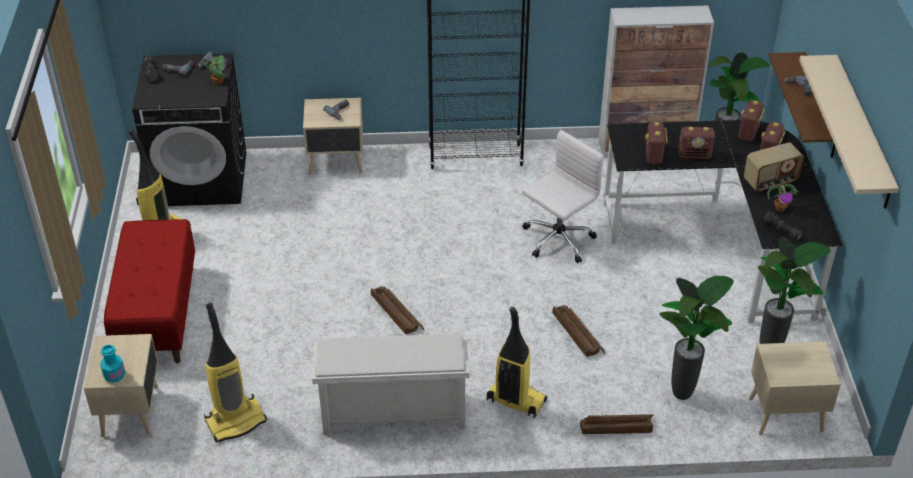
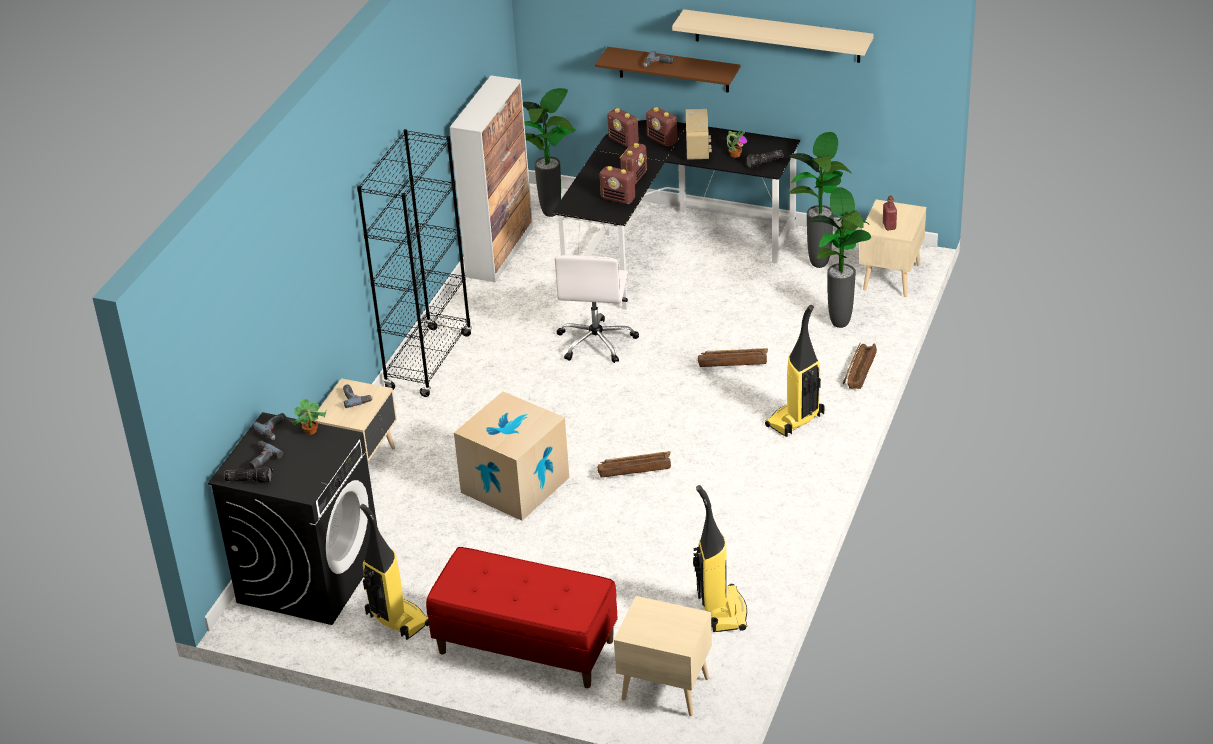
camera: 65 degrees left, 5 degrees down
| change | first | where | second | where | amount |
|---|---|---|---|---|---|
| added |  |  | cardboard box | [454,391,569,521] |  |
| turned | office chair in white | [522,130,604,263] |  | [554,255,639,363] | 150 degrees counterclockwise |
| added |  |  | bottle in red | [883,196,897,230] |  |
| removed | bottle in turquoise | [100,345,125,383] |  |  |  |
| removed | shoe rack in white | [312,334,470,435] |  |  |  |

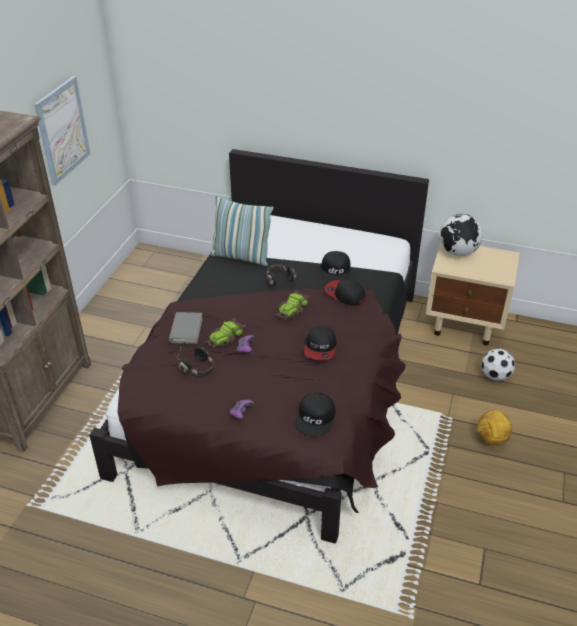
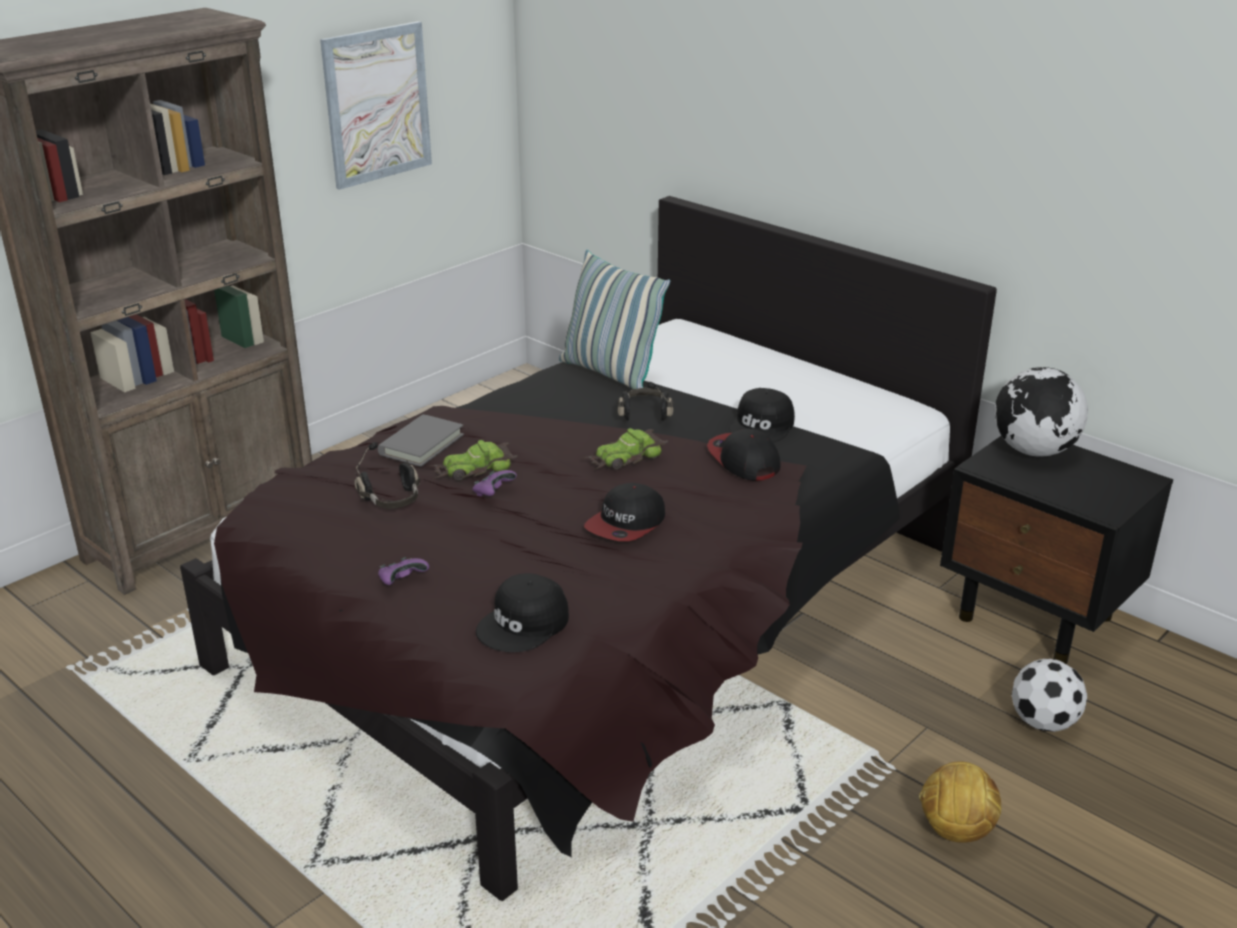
camera: 25 degrees right, 10 degrees down
| change | first | where | second | where | amount |
|---|---|---|---|---|---|
| recoloured | nightstand in beige | [426,243,520,345] | nightstand in black | [940,436,1173,664] |  |

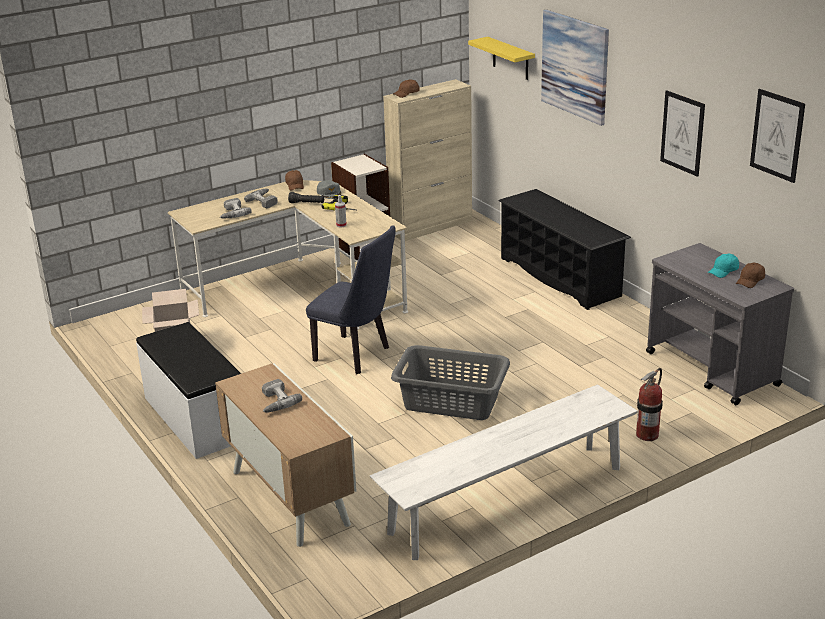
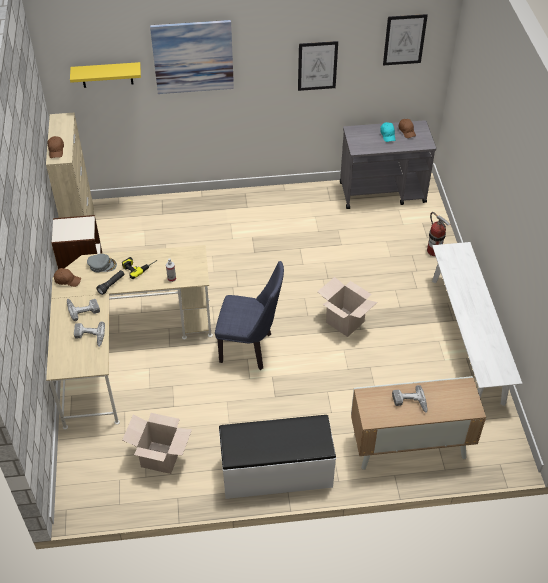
camera: 65 degrees left, 20 degrees up
| change | first | where | second | where | amount |
|---|---|---|---|---|---|
| turned | chair in blue | [306,226,396,374] |  | [215,261,284,370] | 45 degrees clockwise |
| replaced | laundry basket in grey | [391,345,510,420] | cardboard box | [317,277,378,337] |  |
| removed | shoe rack in black | [498,189,631,310] |  |  |  |

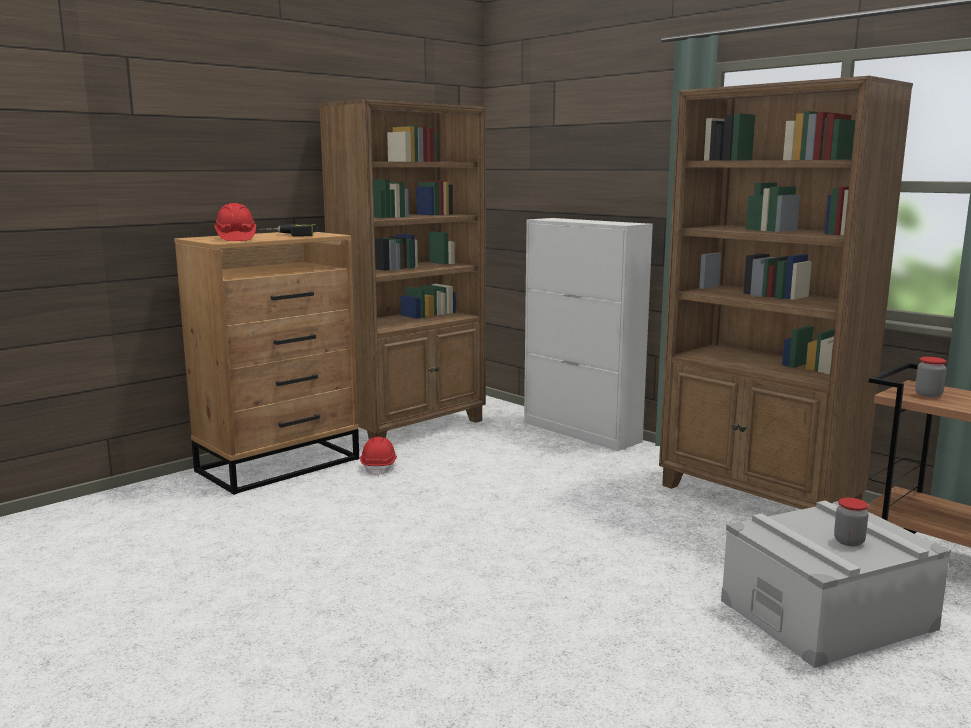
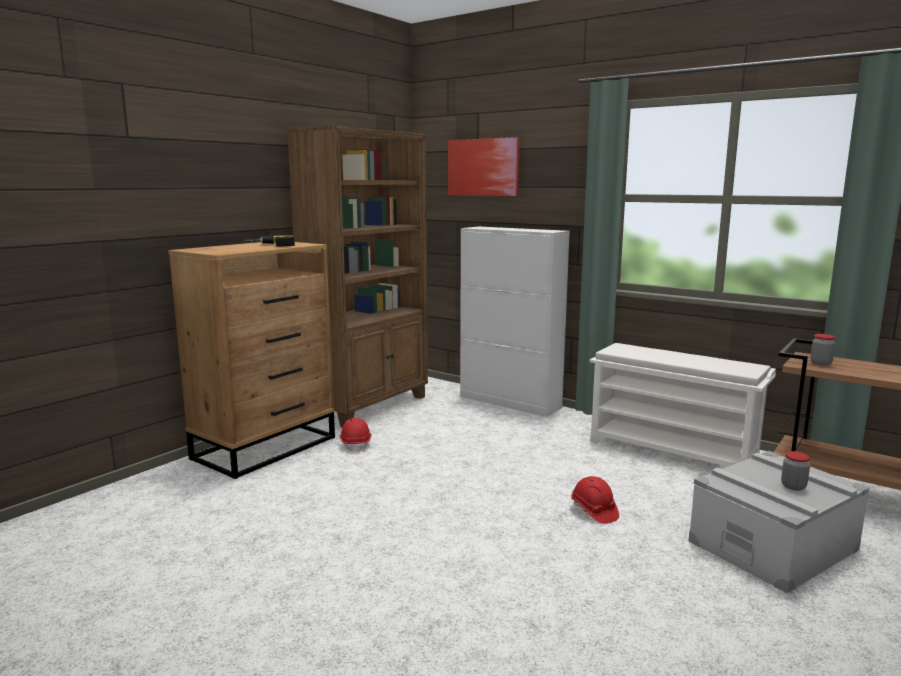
camera: 10 degrees left, 0 degrees up
| change | first | where | second | where | amount |
|---|---|---|---|---|---|
| added |  |  | picture | [448,137,520,196] |  |
| moved | hard hat in red | [214,203,256,241] |  | [571,476,619,524] |  |
| replaced | bookcase in brown | [659,76,913,509] | shoe rack in white | [590,343,776,467] |  |

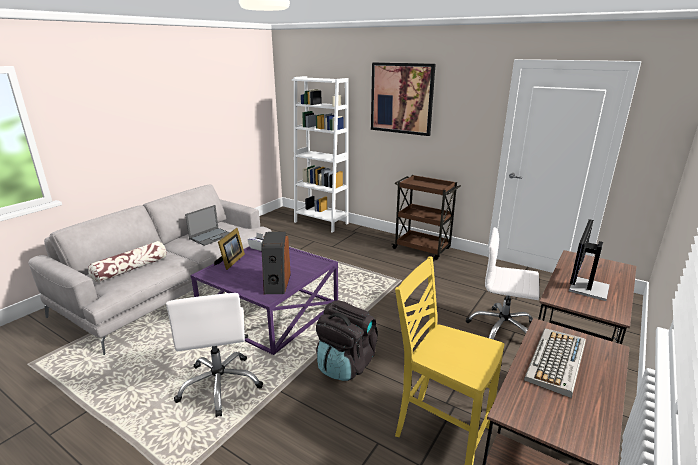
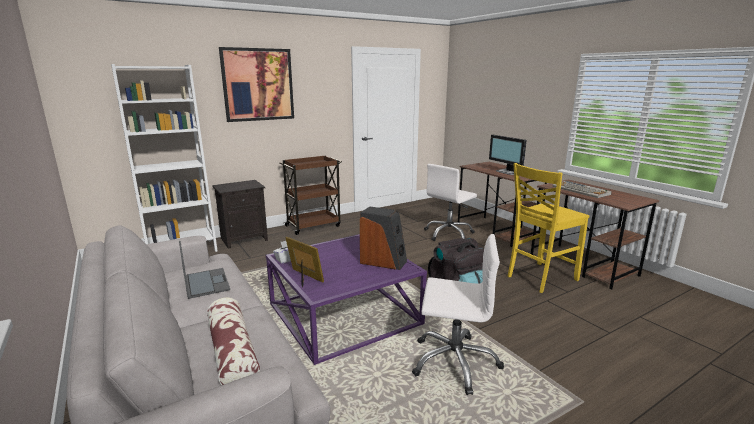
camera: 65 degrees left, 5 degrees down
| change | first | where | second | where | amount |
|---|---|---|---|---|---|
| added |  |  | nightstand in black | [212,180,268,249] |  |

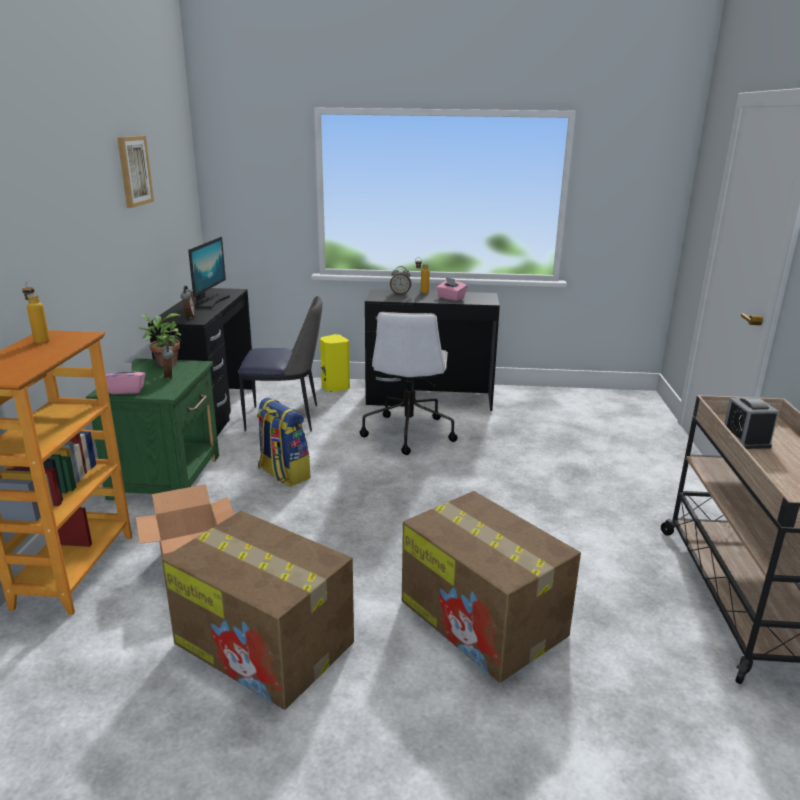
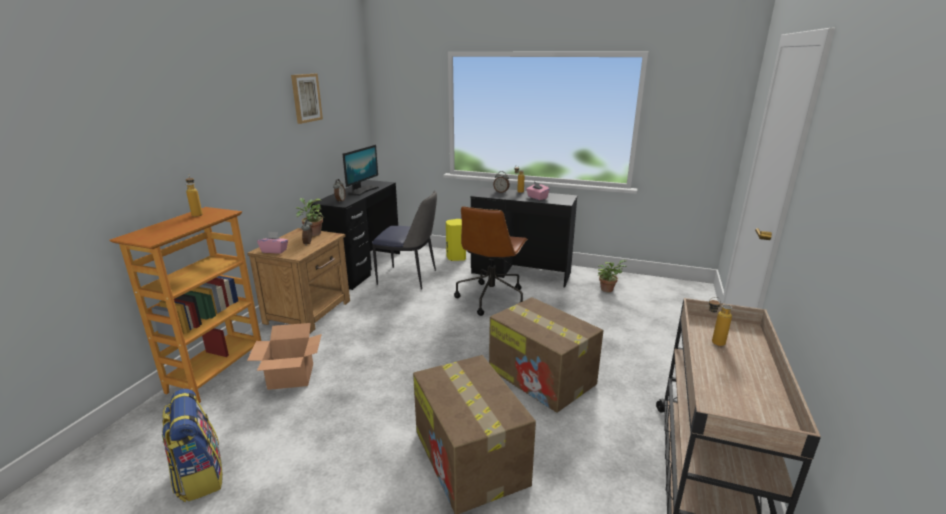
camera: 15 degrees right, 0 degrees up
| change | first | where | second | where | amount |
|---|---|---|---|---|---|
| moved | backpack | [257,398,311,487] |  | [162,389,223,503] |  |
| recoloured | nightstand in green | [86,358,219,500] | nightstand in brown | [247,228,350,333] |  |
| recoloured | office chair in white | [360,312,458,455] | office chair in brown | [454,206,528,316] |  |
| moved | cardboard box | [162,511,354,710] |  | [489,297,604,413] |  |
| added |  |  | potted plant | [597,260,626,292] |  |
| replaced | alarm clock | [724,397,779,449] | bottle | [709,297,732,346] |  |

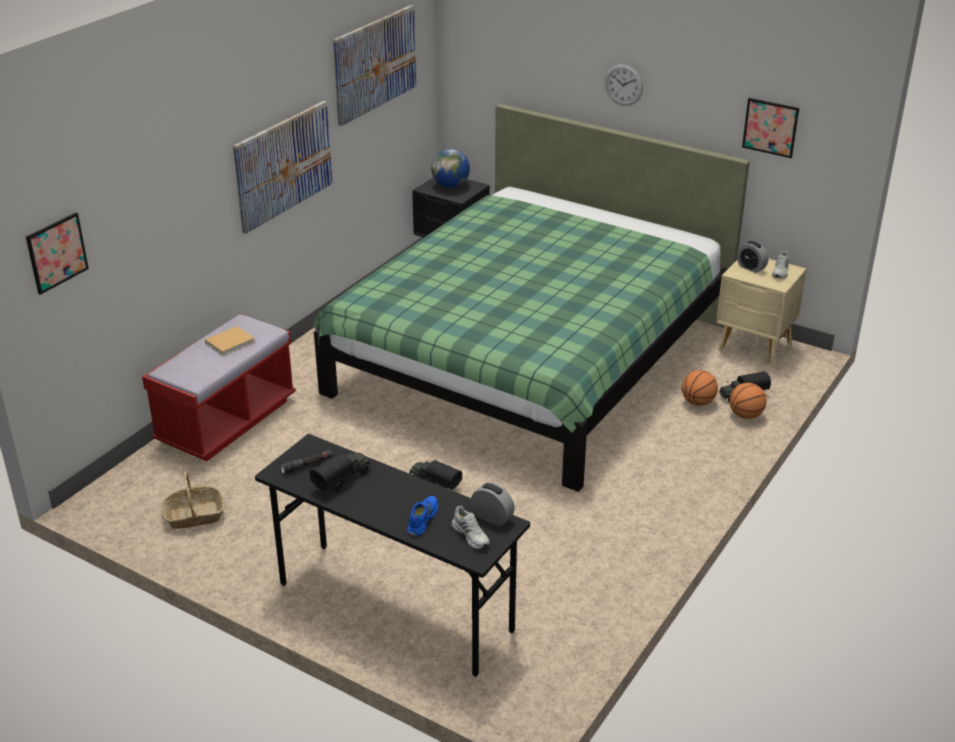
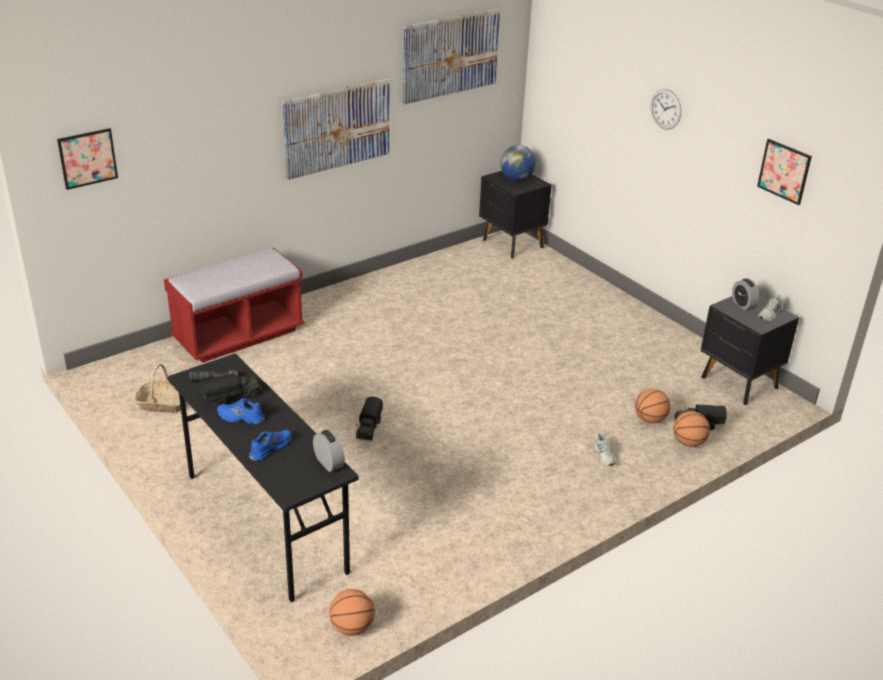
camera: 20 degrees right, 0 degrees up
| change | first | where | second | where | amount |
|---|---|---|---|---|---|
| added |  |  | shoe in blue | [217,398,265,424] |  |
| added |  |  | basketball | [329,589,375,636] |  |
| turned | toy truck | [409,460,463,490] |  | [356,397,383,441] | 135 degrees counterclockwise |
| moved | shoe in white | [452,506,489,549] |  | [593,433,616,466] |  |
| recoloured | nightstand in beige | [716,258,807,367] | nightstand in black | [701,296,799,405] |  |
| removed | book in beige | [205,326,255,355] |  |  |  |
| removed | bed in green | [313,104,750,492] |  |  |  |

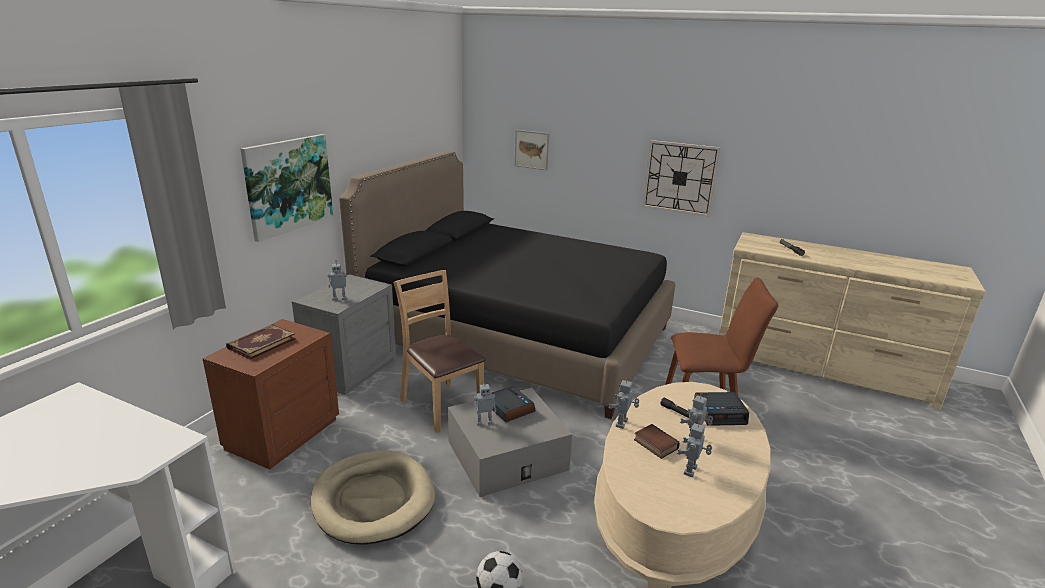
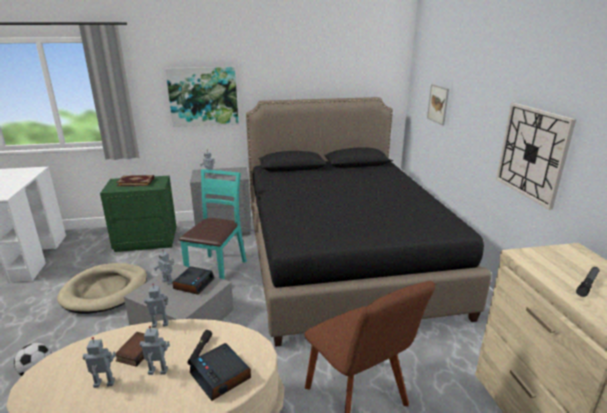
camera: 55 degrees right, 0 degrees up
| change | first | where | second | where | amount |
|---|---|---|---|---|---|
| recoloured | nightstand in brown | [202,319,339,470] | nightstand in green | [100,176,177,252] |  |
| recoloured | chair in brown | [394,270,486,433] | chair in turquoise | [179,169,247,280] |  |

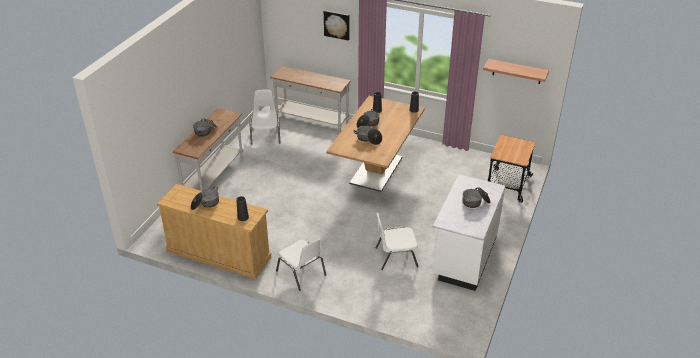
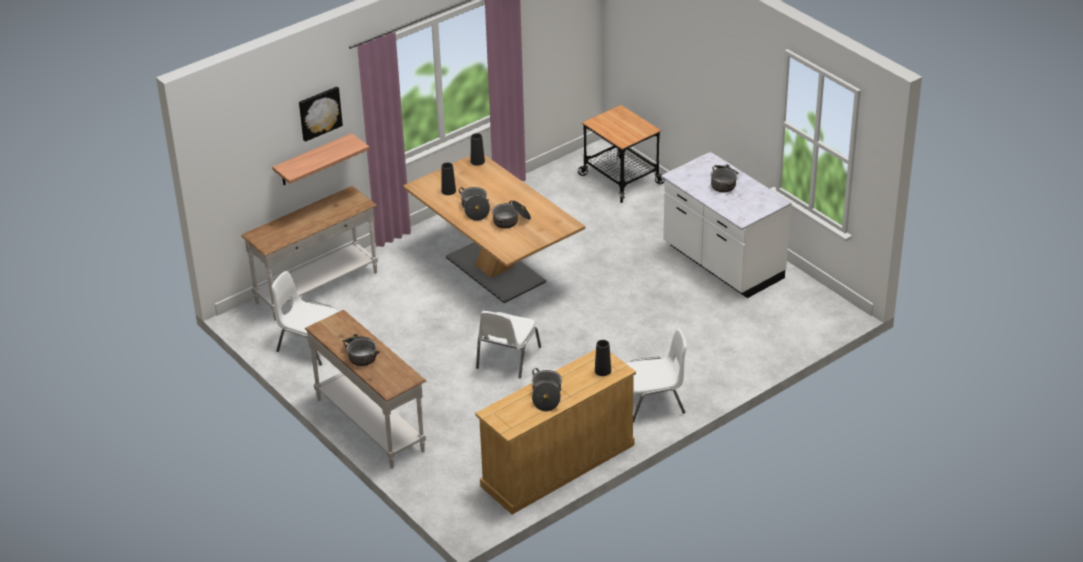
camera: 60 degrees left, 0 degrees up
| change | first | where | second | where | amount |
|---|---|---|---|---|---|
| moved | shelf | [483,59,549,84] |  | [272,133,369,185] |  |
| moved | chair in white | [376,213,419,270] |  | [476,311,541,379] |  |

